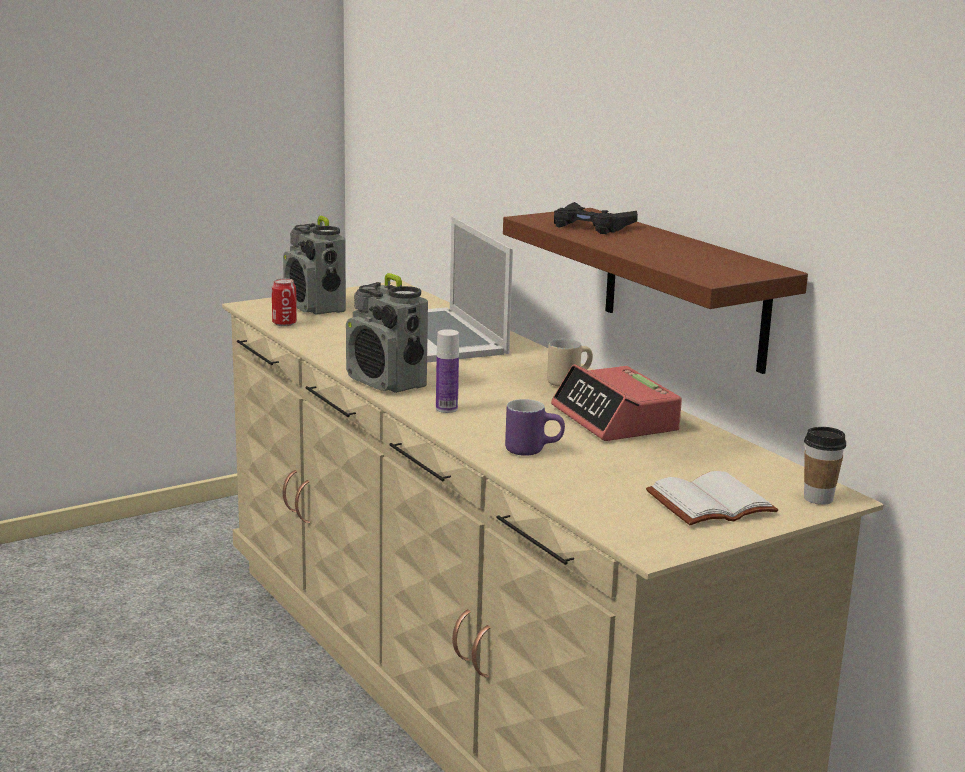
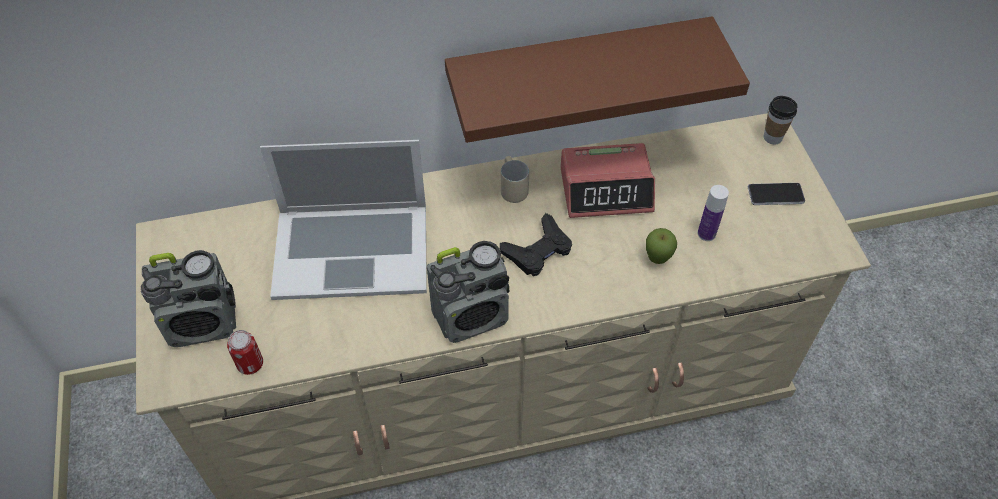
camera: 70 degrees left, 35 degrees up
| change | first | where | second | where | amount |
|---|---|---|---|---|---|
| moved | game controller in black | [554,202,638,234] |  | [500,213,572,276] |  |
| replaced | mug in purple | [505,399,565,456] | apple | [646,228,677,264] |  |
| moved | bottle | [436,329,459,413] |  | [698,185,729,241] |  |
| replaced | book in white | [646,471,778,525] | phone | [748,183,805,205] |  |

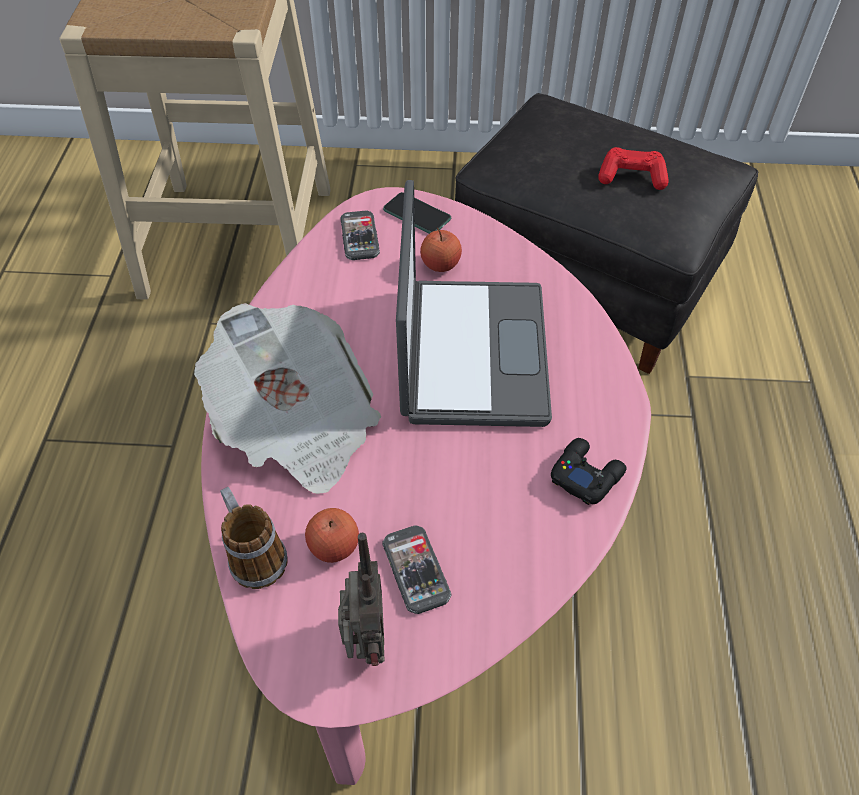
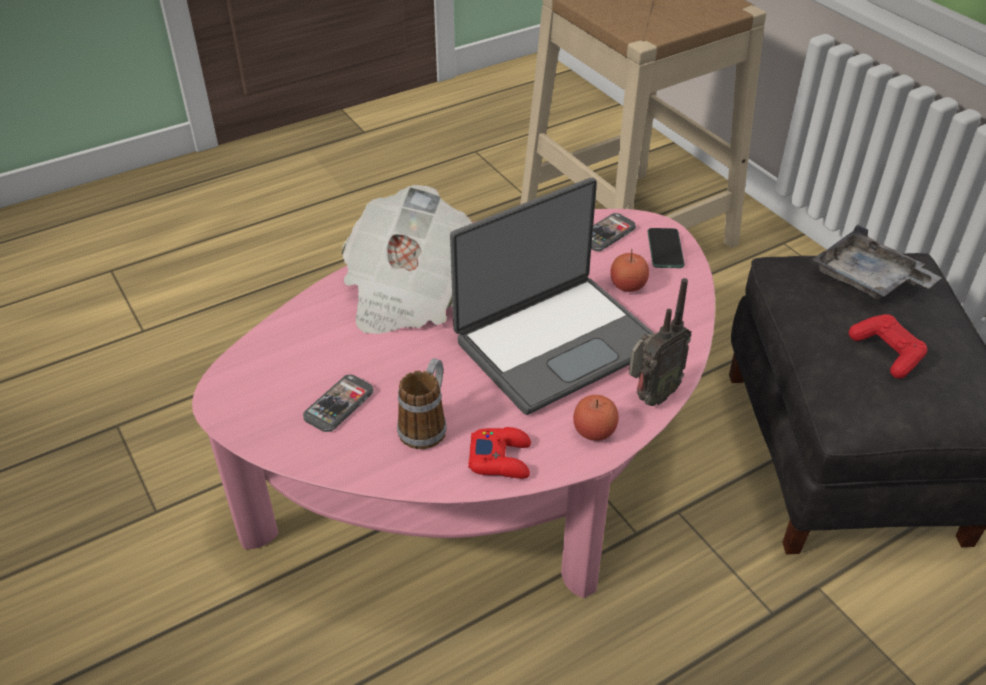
camera: 55 degrees right, 10 degrees down
| change | first | where | second | where | amount |
|---|---|---|---|---|---|
| moved | mug | [220,487,288,589] |  | [397,358,447,449] |  |
| recoloured | game controller in black | [551,438,627,505] | game controller in red | [468,427,531,479] |  |
| moved | apple | [305,508,359,563] |  | [573,395,619,441] |  |
| moved | radio | [338,533,384,666] |  | [629,278,692,406] |  |
| added |  |  | tray in grey | [812,224,942,300] |  |

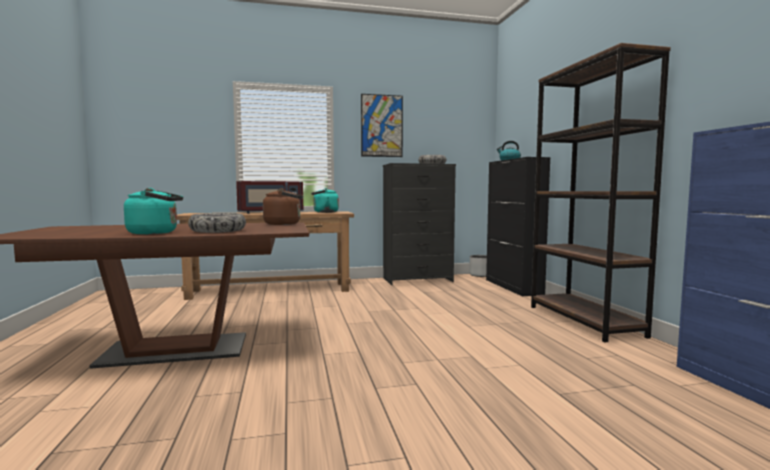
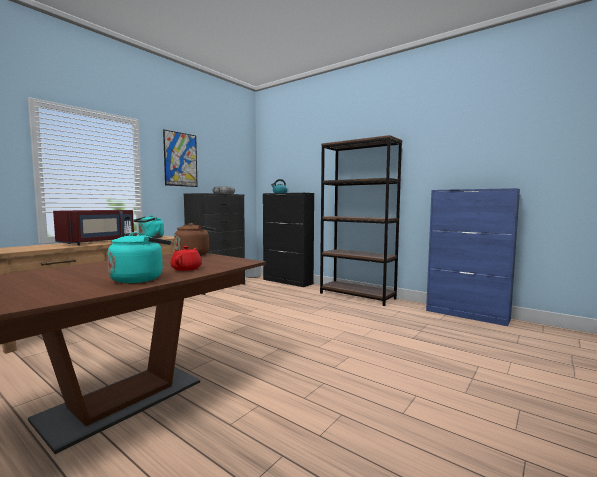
camera: 40 degrees left, 0 degrees up
| change | first | where | second | where | amount |
|---|---|---|---|---|---|
| replaced | bowl | [188,213,246,233] | teapot in red | [171,246,202,271] |  |

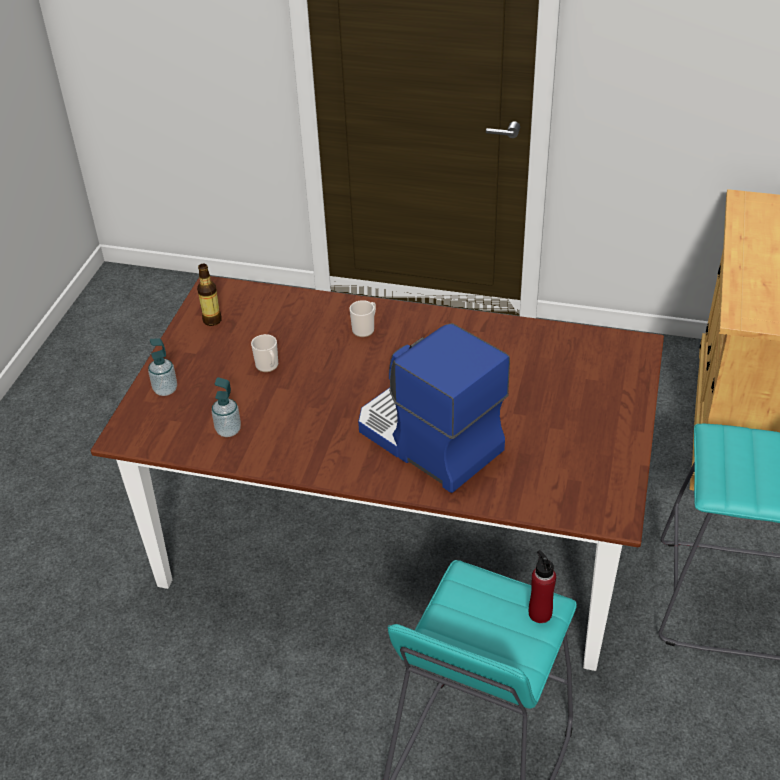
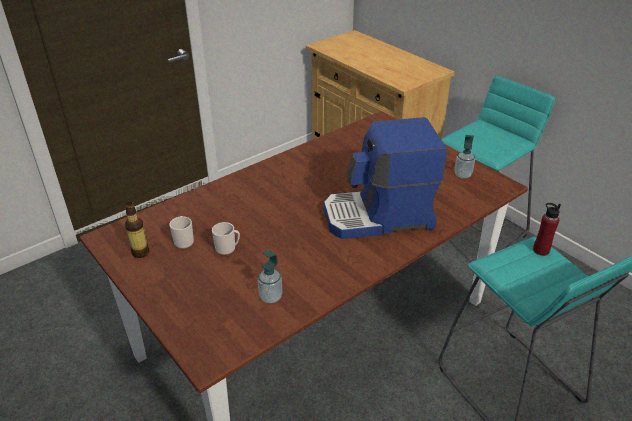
camera: 55 degrees left, 5 degrees down
| change | first | where | second | where | amount |
|---|---|---|---|---|---|
| moved | mug | [349,300,376,337] |  | [169,216,194,249] |  |
| moved | soap dispenser | [148,339,177,396] |  | [454,135,475,178] |  |

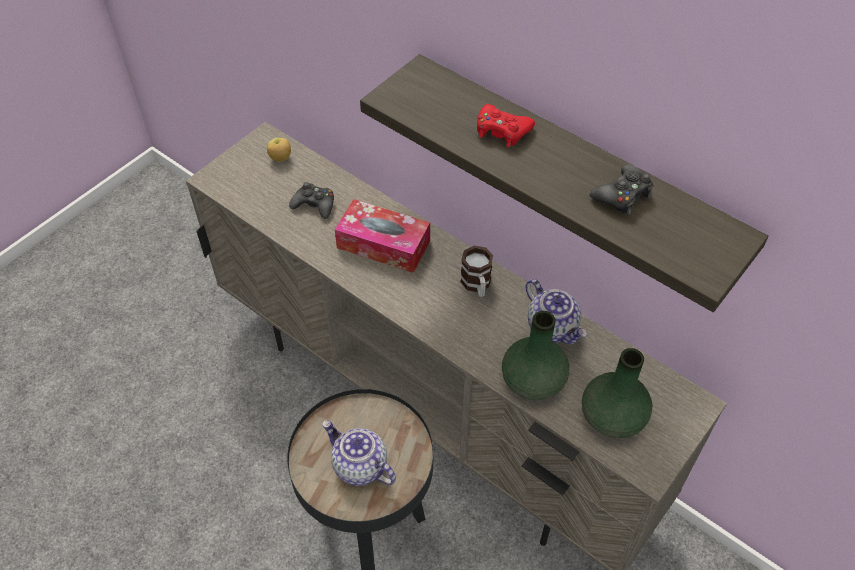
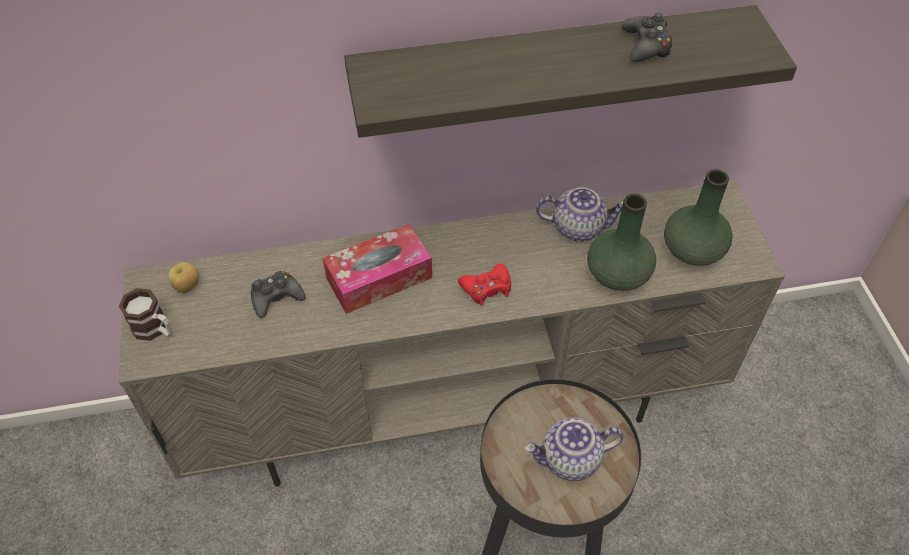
camera: 50 degrees left, 0 degrees up
| change | first | where | second | where | amount |
|---|---|---|---|---|---|
| moved | mug | [460,246,493,297] |  | [119,288,173,341] |  |
| moved | game controller in red | [477,104,535,147] |  | [458,263,511,306] |  |

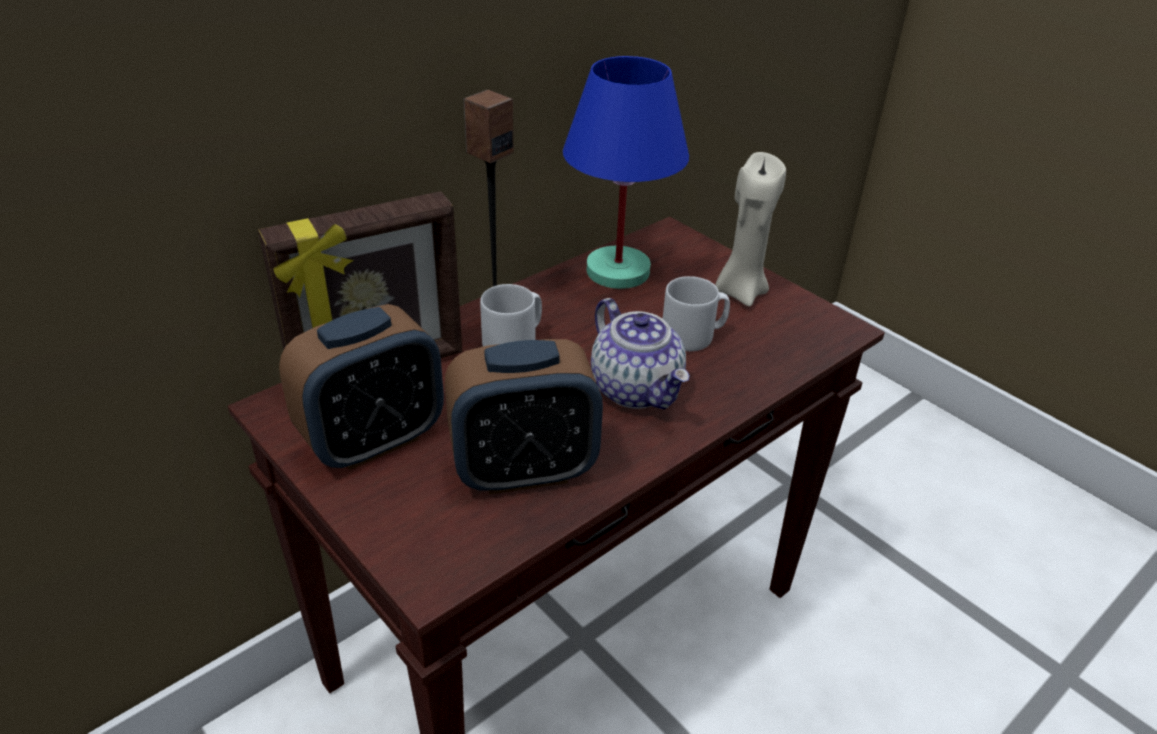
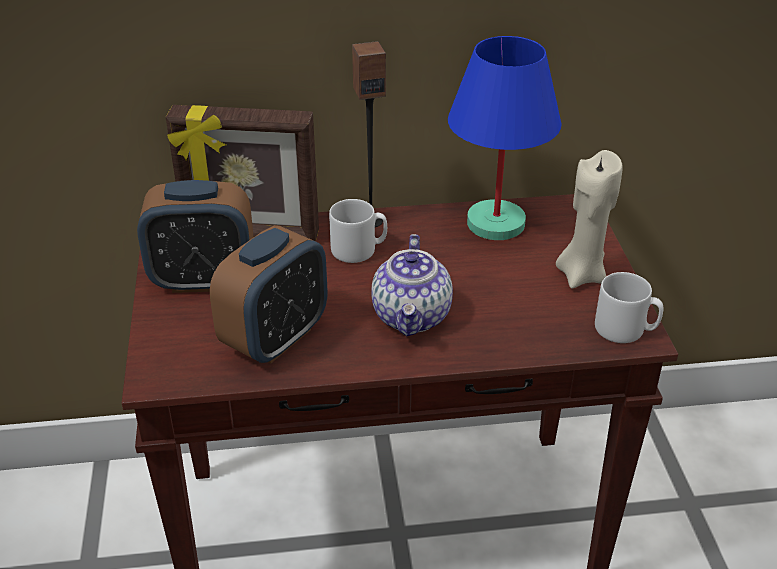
camera: 35 degrees right, 0 degrees up
| change | first | where | second | where | amount |
|---|---|---|---|---|---|
| turned | alarm clock | [445,339,603,494] |  | [210,225,328,364] | 75 degrees counterclockwise |
| moved | mug in grey | [663,276,730,351] |  | [595,272,663,343] |  |

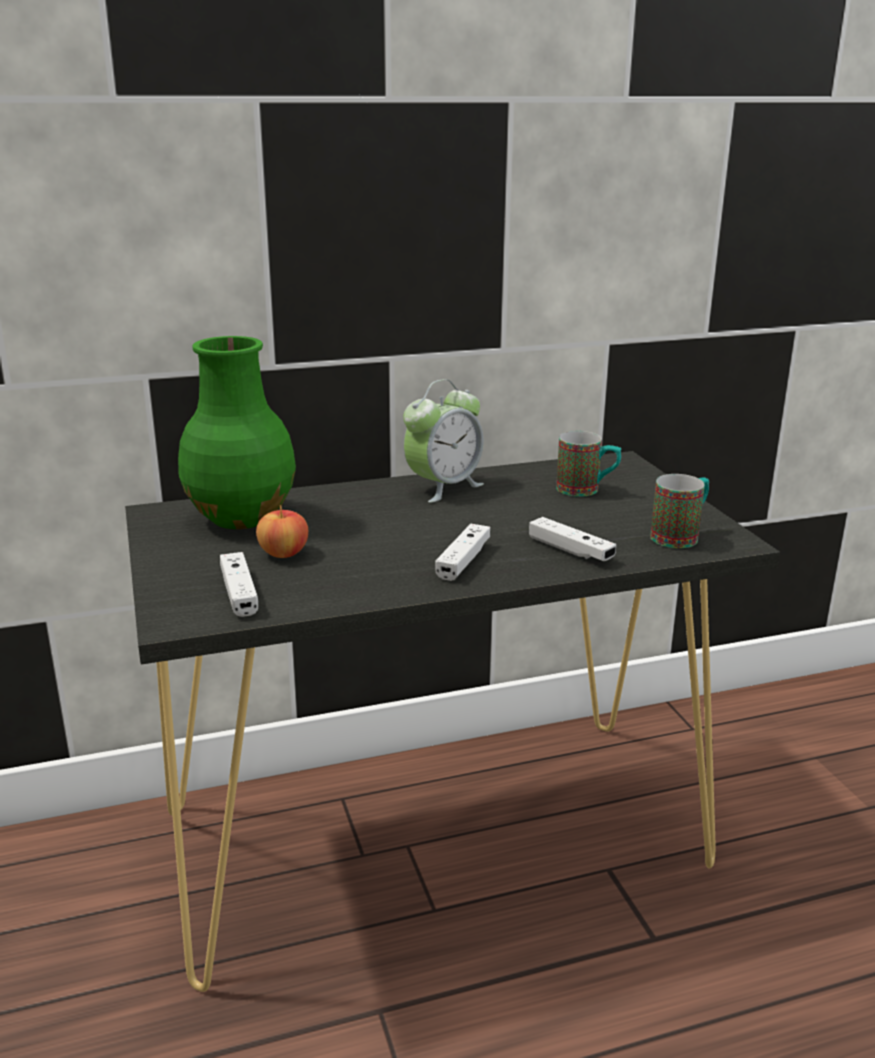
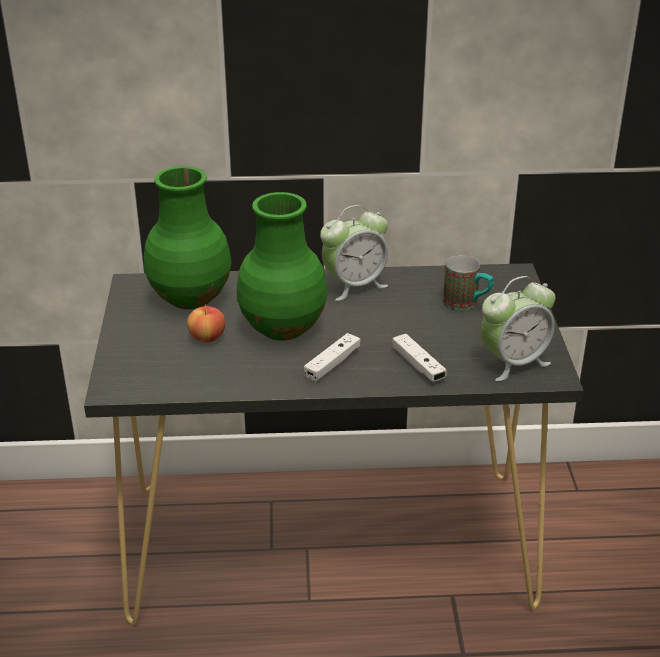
camera: 15 degrees right, 10 degrees up
| change | first | where | second | where | amount |
|---|---|---|---|---|---|
| added |  |  | vase in green | [237,192,327,341] |  |
| replaced | mug | [650,474,709,548] | alarm clock | [480,276,555,382] |  |
| removed | game controller in white | [220,552,258,617] |  |  |  |

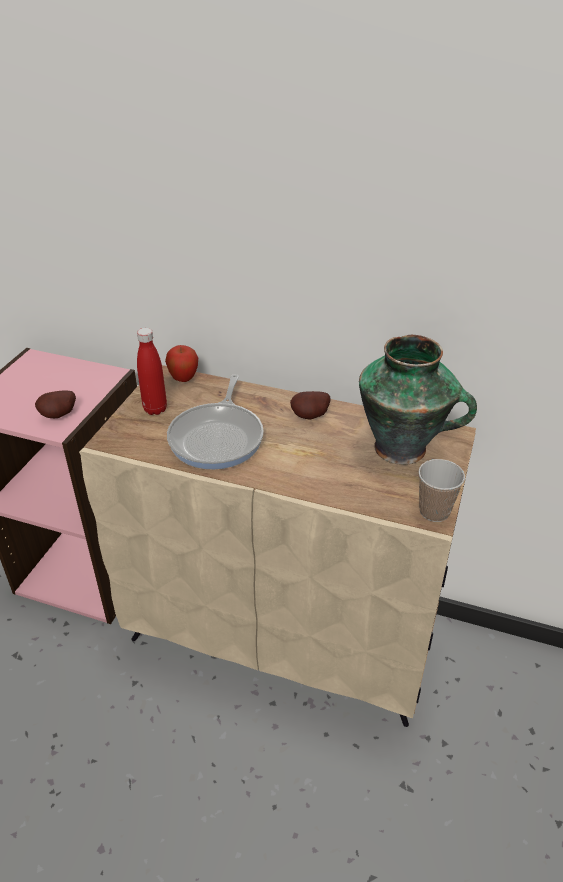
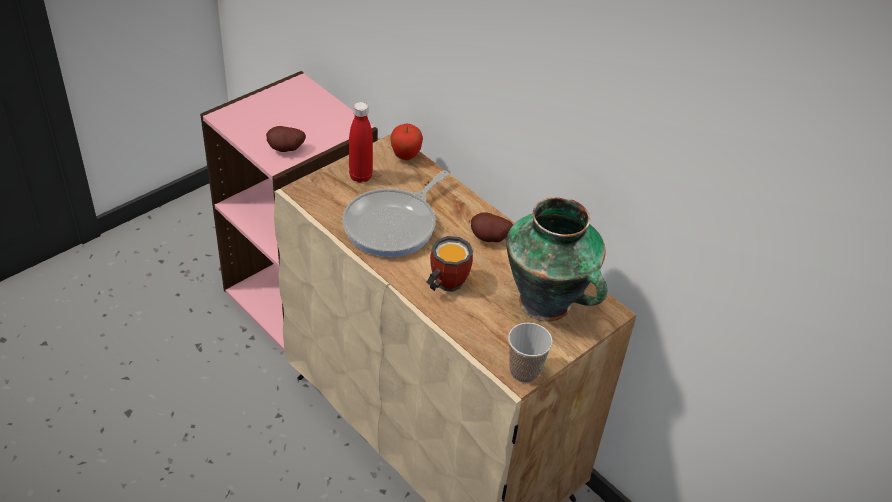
camera: 25 degrees right, 5 degrees up
| change | first | where | second | where | amount |
|---|---|---|---|---|---|
| added |  |  | mug | [426,236,473,292] |  |

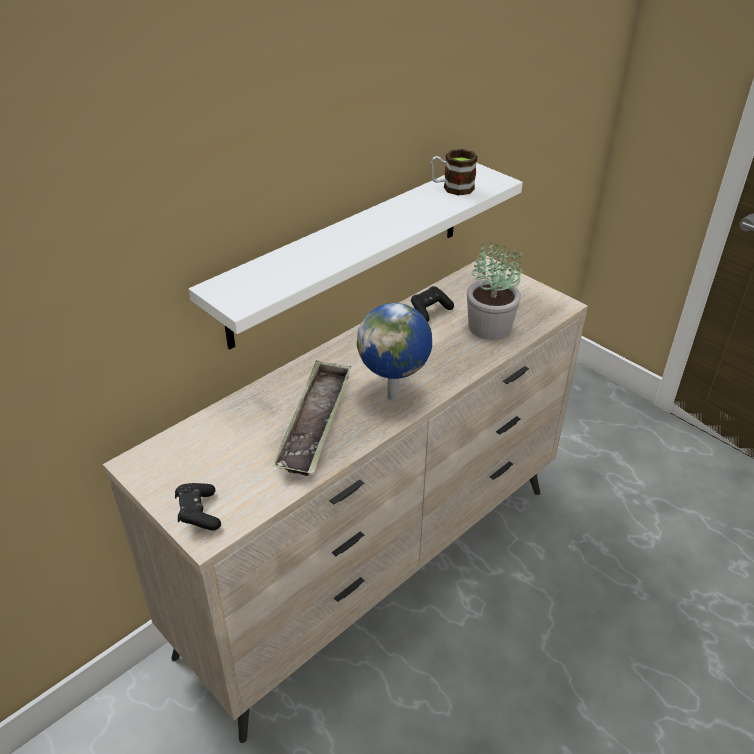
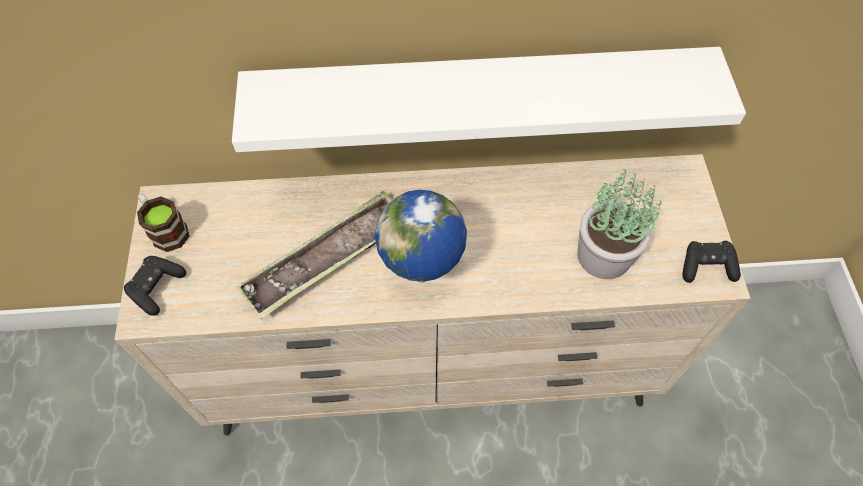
camera: 40 degrees right, 20 degrees up
| change | first | where | second | where | amount |
|---|---|---|---|---|---|
| moved | mug | [431,149,478,196] |  | [137,193,189,252] |  |
| moved | game controller in black | [411,286,454,322] |  | [682,241,741,283] |  |

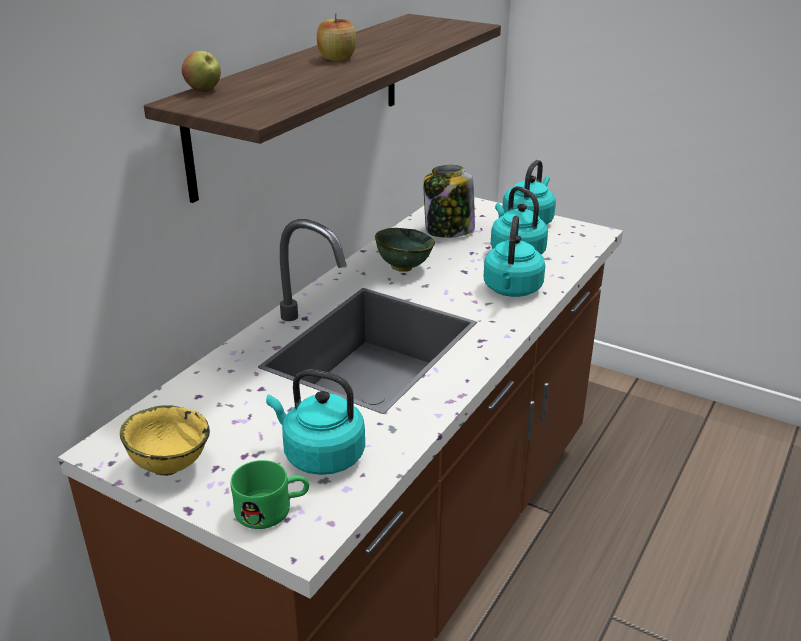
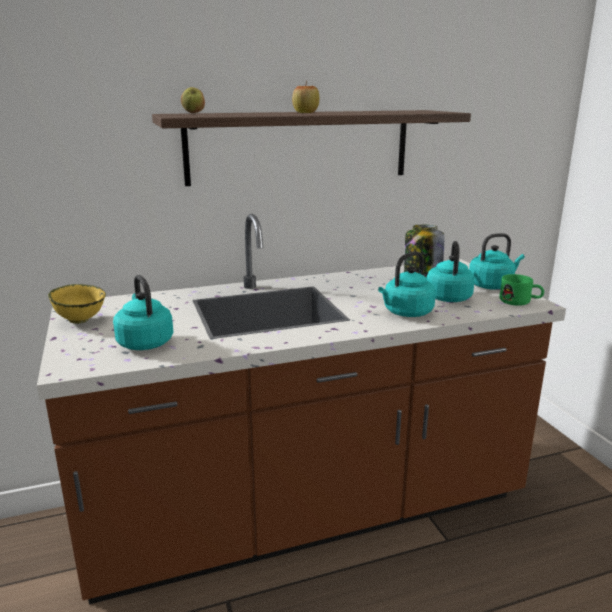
camera: 40 degrees right, 10 degrees down
| change | first | where | second | where | amount |
|---|---|---|---|---|---|
| moved | mug in green | [230,460,309,529] |  | [499,274,544,306] |  |
| removed | bowl in green | [375,228,435,272] |  |  |  |

